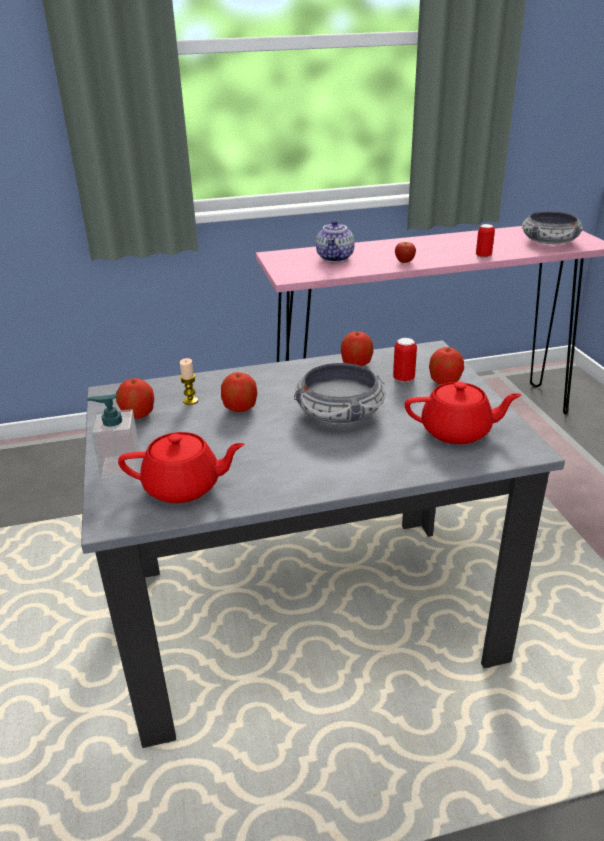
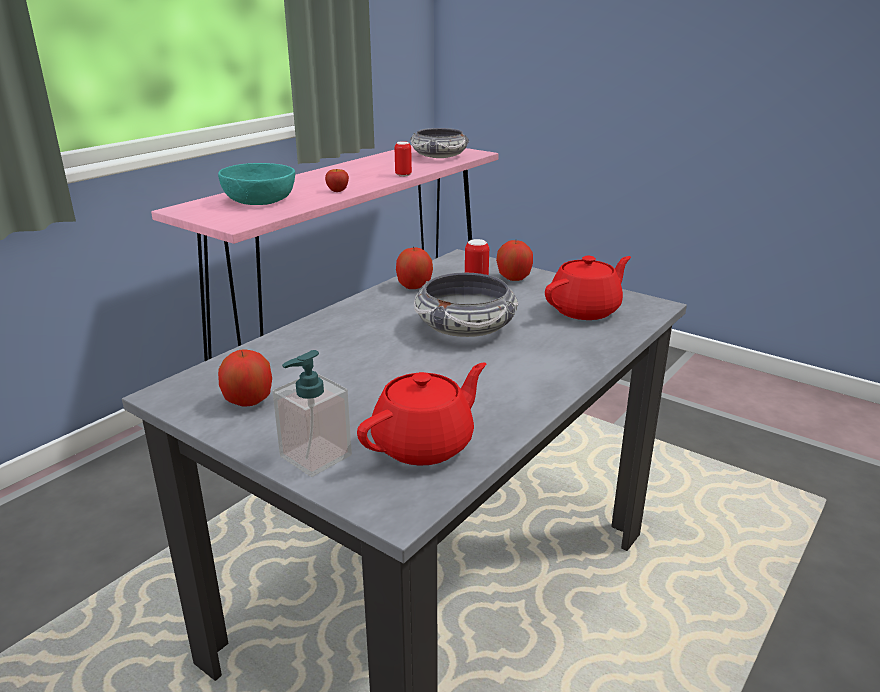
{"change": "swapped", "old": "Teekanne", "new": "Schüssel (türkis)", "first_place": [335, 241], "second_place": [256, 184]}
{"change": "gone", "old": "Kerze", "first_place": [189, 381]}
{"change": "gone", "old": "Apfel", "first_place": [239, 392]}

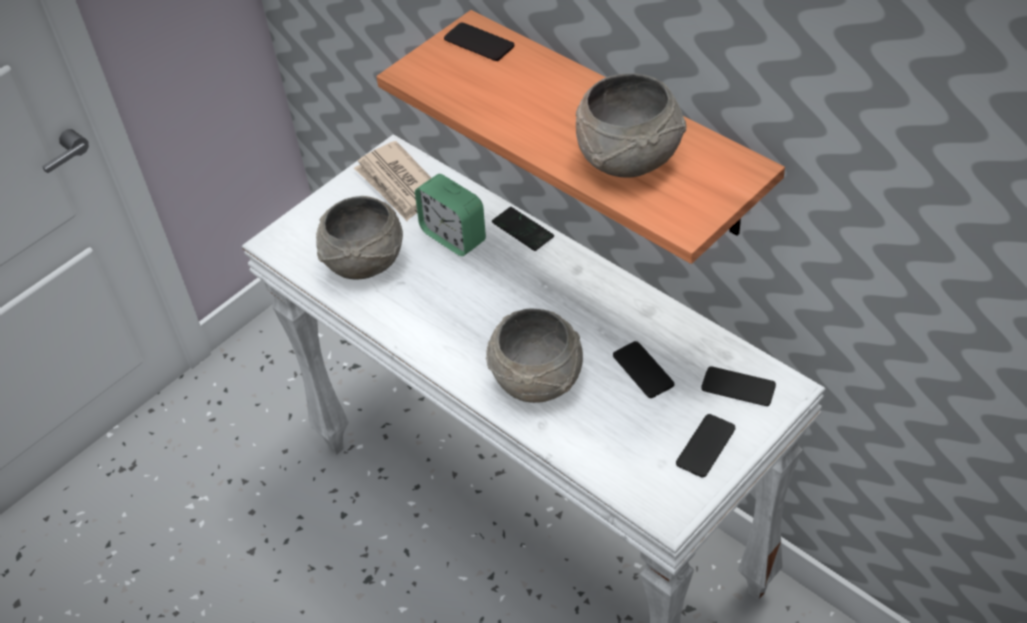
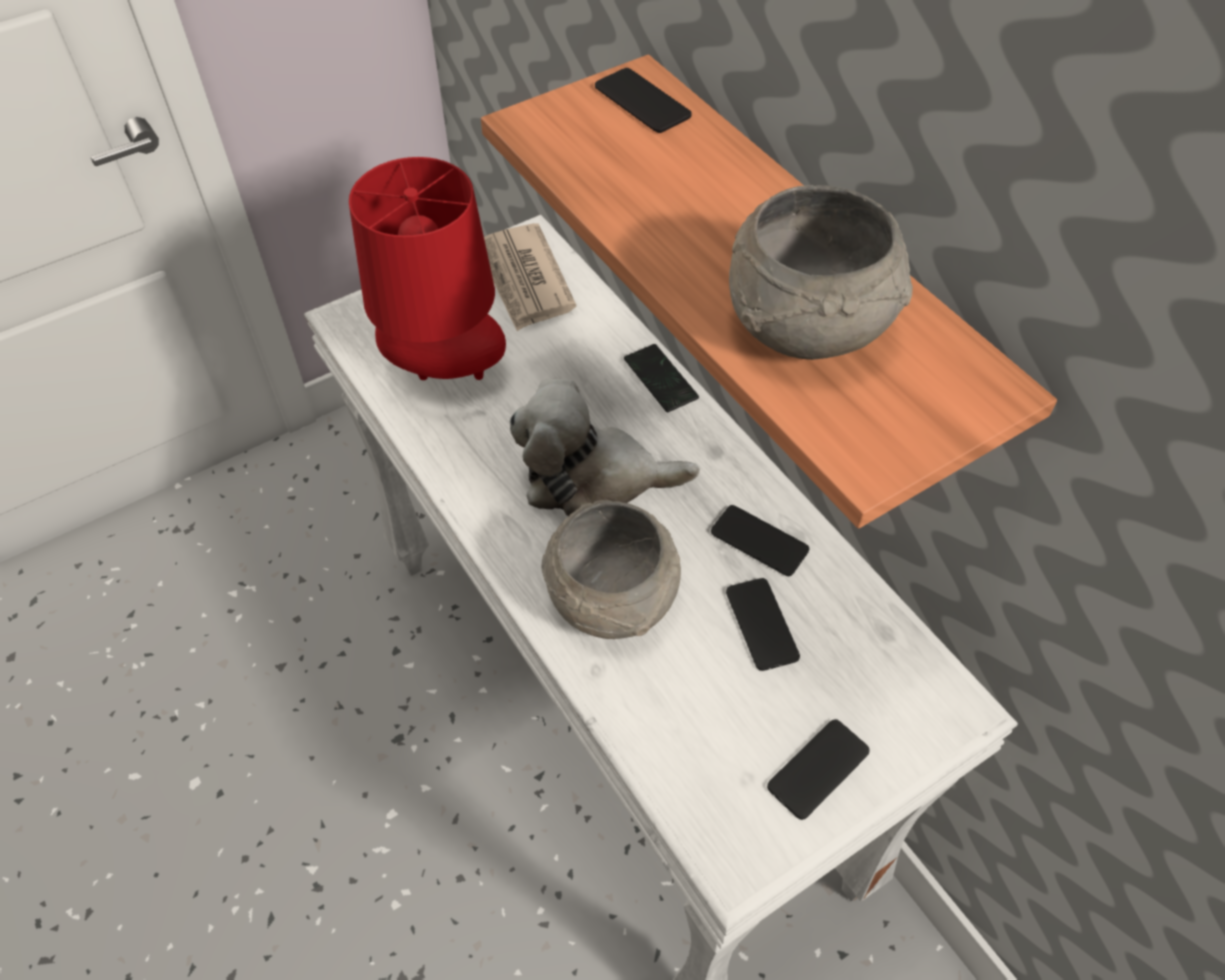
{"change": "gone", "old": "Wecker", "first_place": [450, 215]}
{"change": "swapped", "old": "Schüssel (grau)", "new": "Tischlampe (rot)", "first_place": [359, 237], "second_place": [427, 268]}
{"change": "shifted", "old": "Handy", "first_place": [738, 386], "second_place": [760, 540]}
{"change": "new", "new": "Plüschtier", "second_place": [604, 447]}

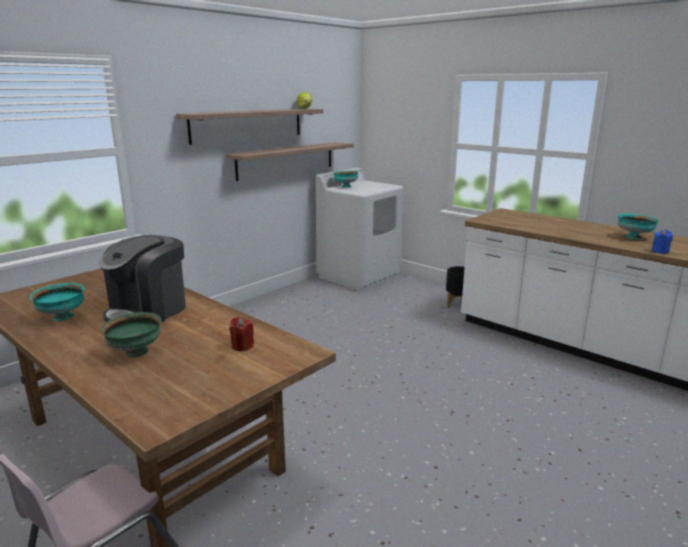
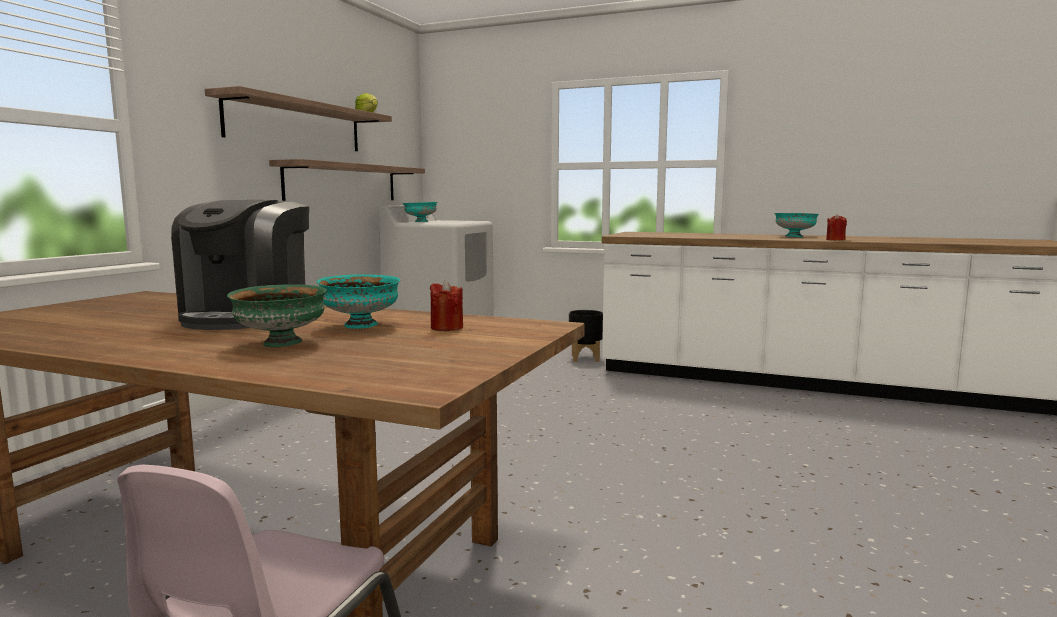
{"change": "repainted", "old": "Kerze (blau)", "new": "Kerze (rot)", "first_place": [662, 241], "second_place": [836, 227]}
{"change": "shifted", "old": "Schüssel (türkis)", "first_place": [57, 302], "second_place": [358, 301]}

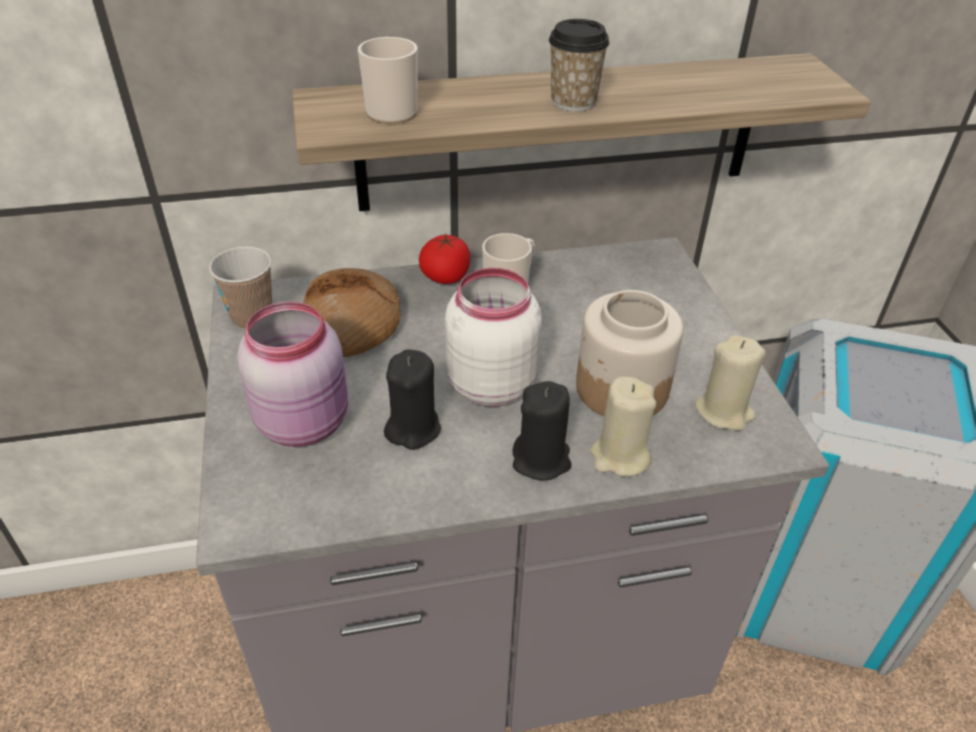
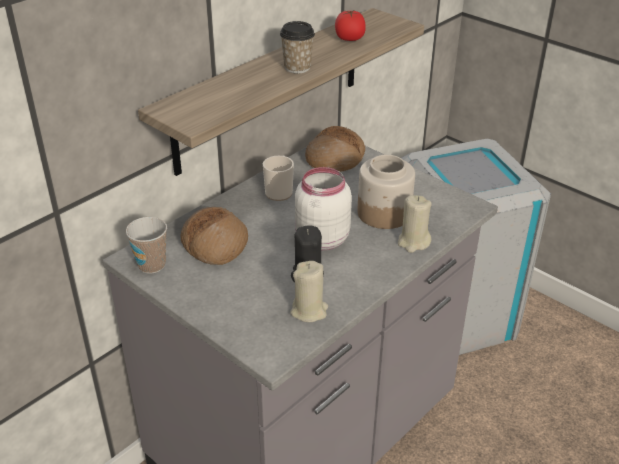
{"change": "gone", "old": "Henkelbecher", "first_place": [388, 80]}
{"change": "shifted", "old": "Tomate", "first_place": [444, 259], "second_place": [350, 25]}
{"change": "gone", "old": "Vorratsglas (rosa)", "first_place": [292, 374]}
{"change": "shifted", "old": "Kerze (beige)", "first_place": [730, 383], "second_place": [309, 291]}
{"change": "gone", "old": "Kerze (schwarz)", "first_place": [542, 430]}
{"change": "new", "new": "Brot", "second_place": [335, 149]}

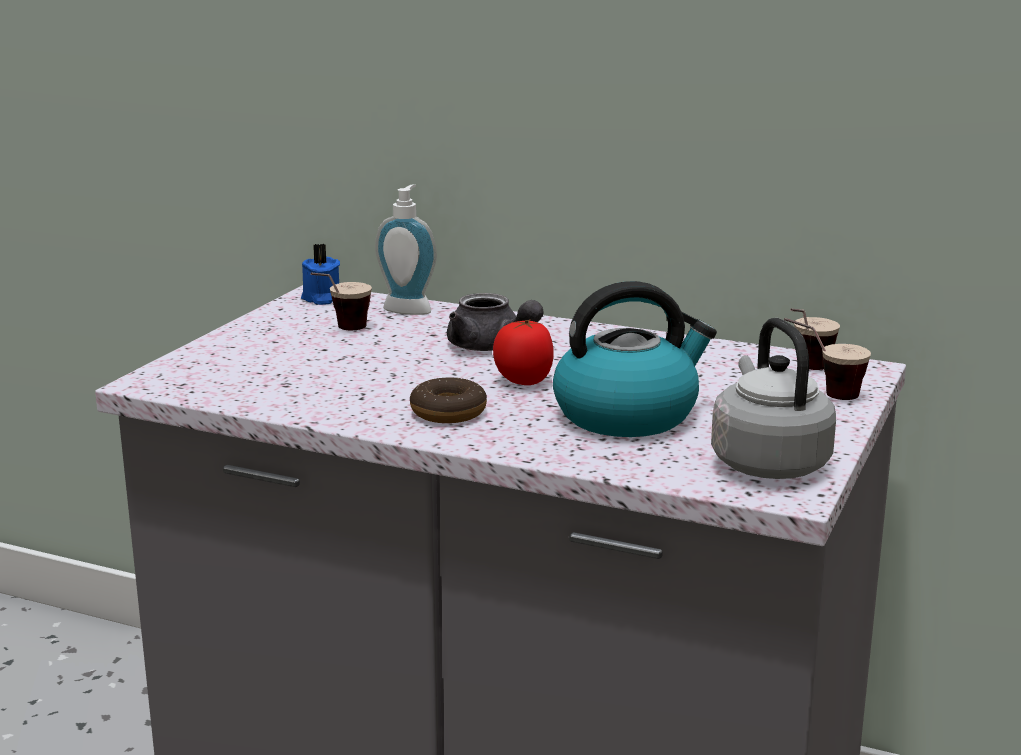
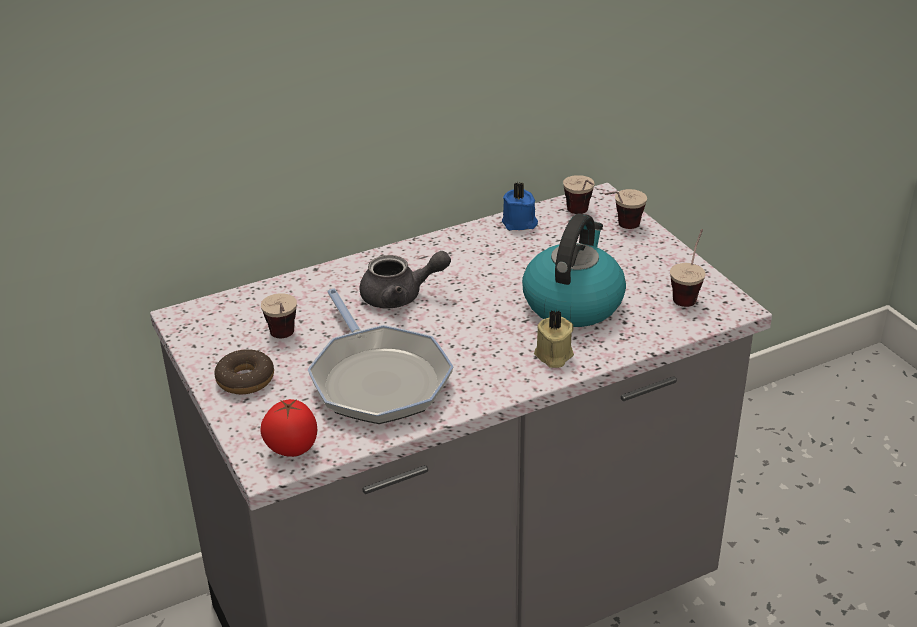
{"change": "gone", "old": "Seifenspender", "first_place": [406, 249]}
{"change": "shifted", "old": "Kerze (blau)", "first_place": [320, 274], "second_place": [520, 206]}
{"change": "swapped", "old": "Wasserkessel (grau)", "new": "Tasse", "first_place": [773, 398], "second_place": [688, 268]}
{"change": "shifted", "old": "Tomate", "first_place": [523, 352], "second_place": [288, 427]}
{"change": "shifted", "old": "Donut", "first_place": [448, 400], "second_place": [244, 371]}
{"change": "new", "new": "Pfanne", "second_place": [380, 356]}
{"change": "new", "new": "Kerze (beige)", "second_place": [554, 339]}

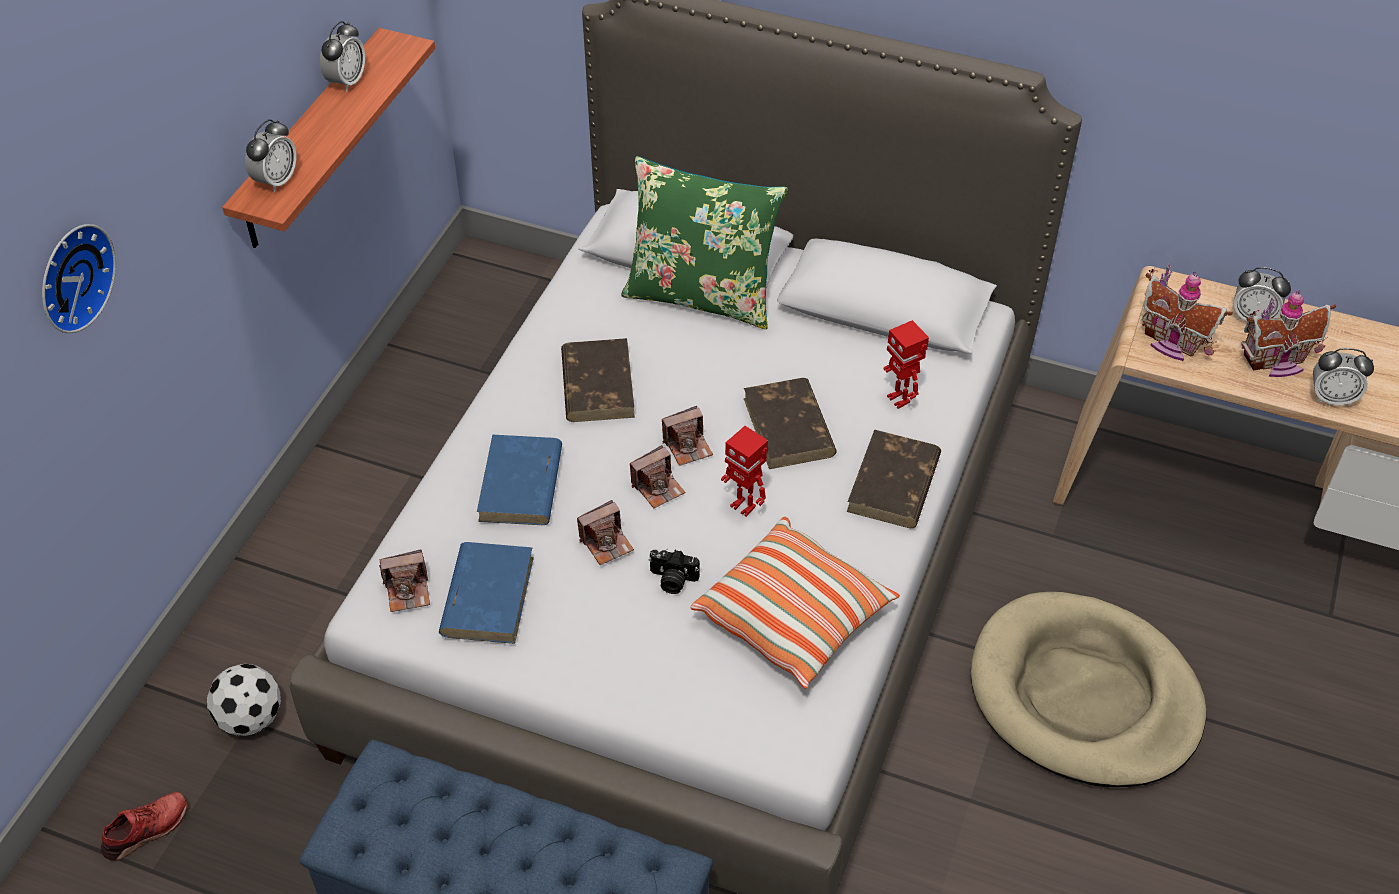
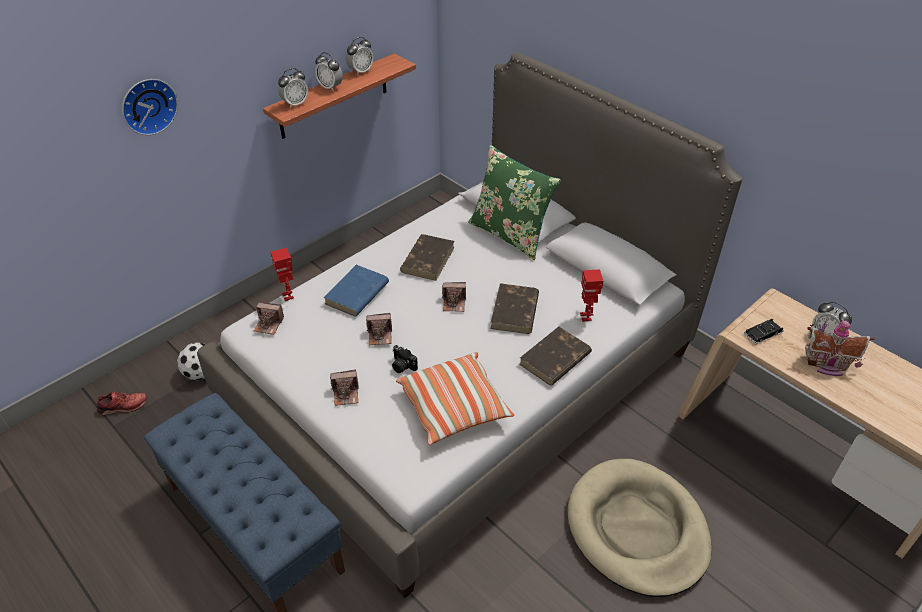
{"change": "swapped", "old": "Spielzeughaus", "new": "Spielzeugauto (schwarz)", "first_place": [1187, 312], "second_place": [764, 331]}
{"change": "shifted", "old": "Wecker", "first_place": [1343, 377], "second_place": [329, 72]}
{"change": "shifted", "old": "Spielzeugroboter", "first_place": [744, 471], "second_place": [282, 274]}
{"change": "shifted", "old": "Kamera", "first_place": [657, 476], "second_place": [344, 388]}
{"change": "gone", "old": "Buch (blau)", "first_place": [486, 593]}

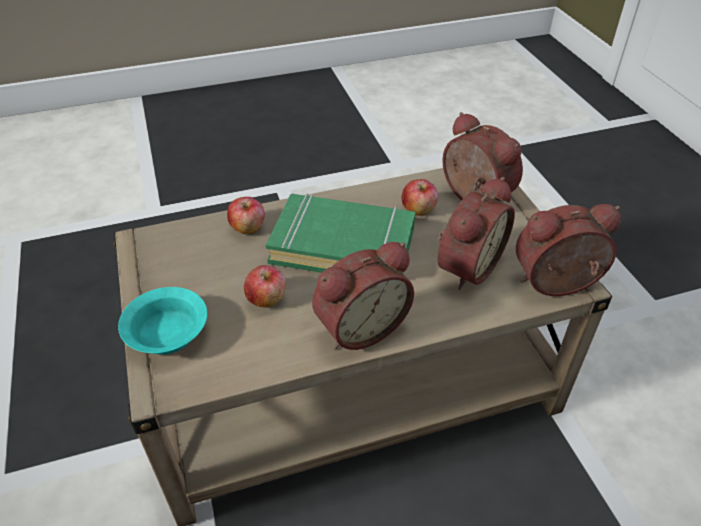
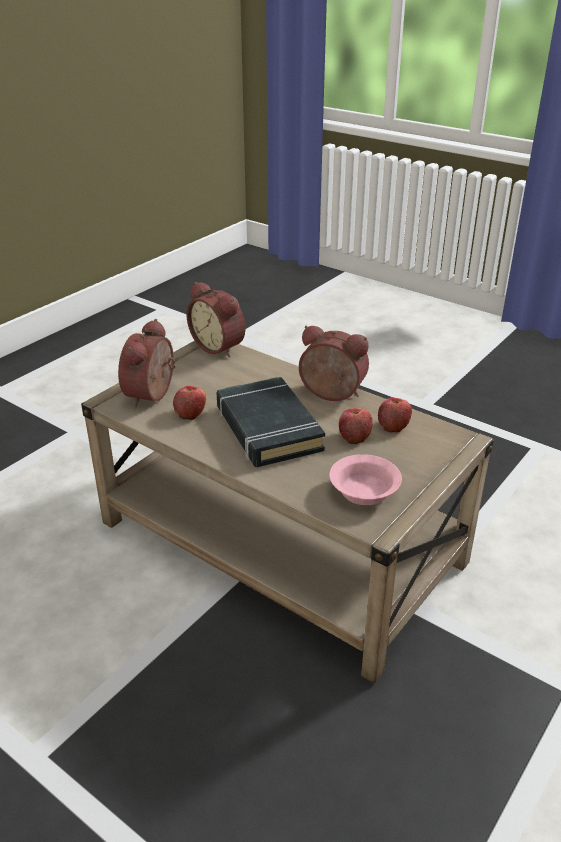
{"change": "gone", "old": "Wecker", "first_place": [476, 233]}
{"change": "repainted", "old": "Buch (grün)", "new": "Buch (schwarz)", "first_place": [340, 233], "second_place": [271, 422]}
{"change": "shifted", "old": "Apfel", "first_place": [246, 215], "second_place": [395, 415]}
{"change": "gone", "old": "Schüssel (türkis)", "first_place": [162, 321]}
{"change": "new", "new": "Schüssel (rosa)", "second_place": [365, 479]}

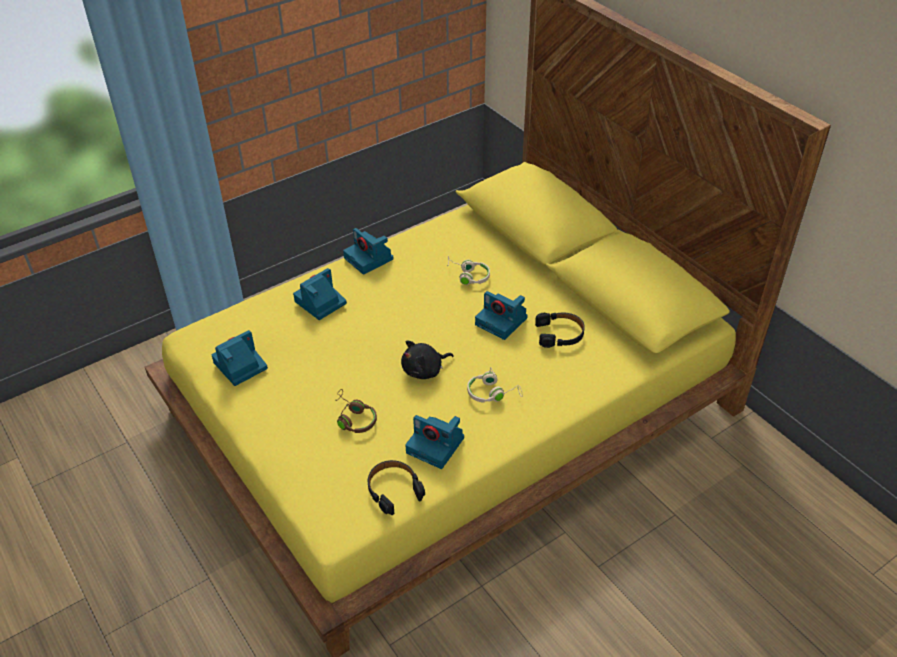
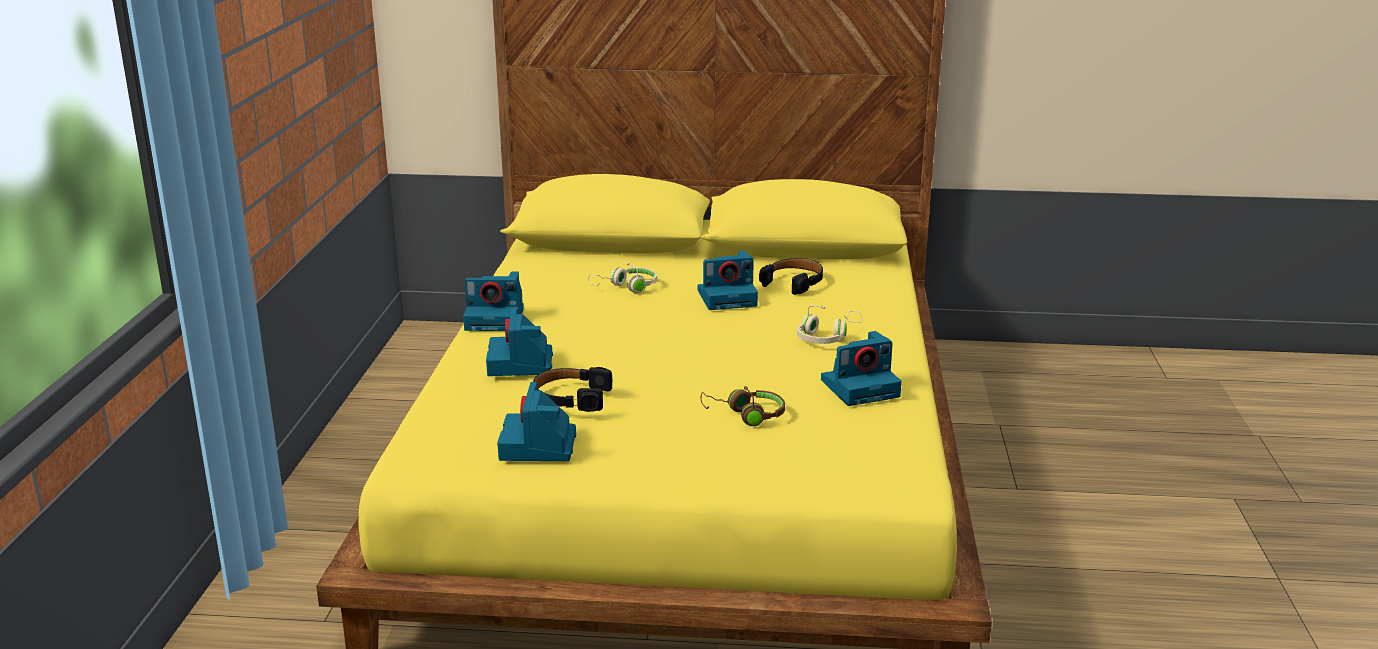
{"change": "gone", "old": "Plüschtier (schwarz)", "first_place": [427, 360]}
{"change": "shifted", "old": "Kopfhörer (schwarz)", "first_place": [396, 487], "second_place": [572, 389]}

